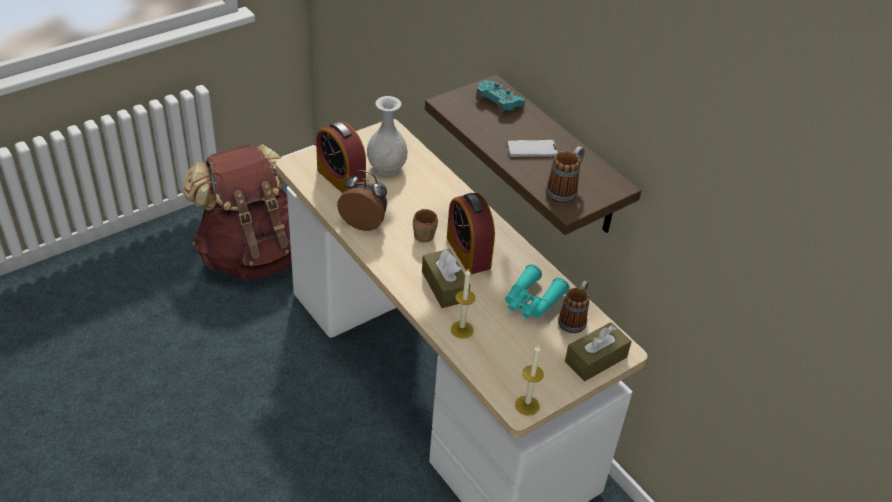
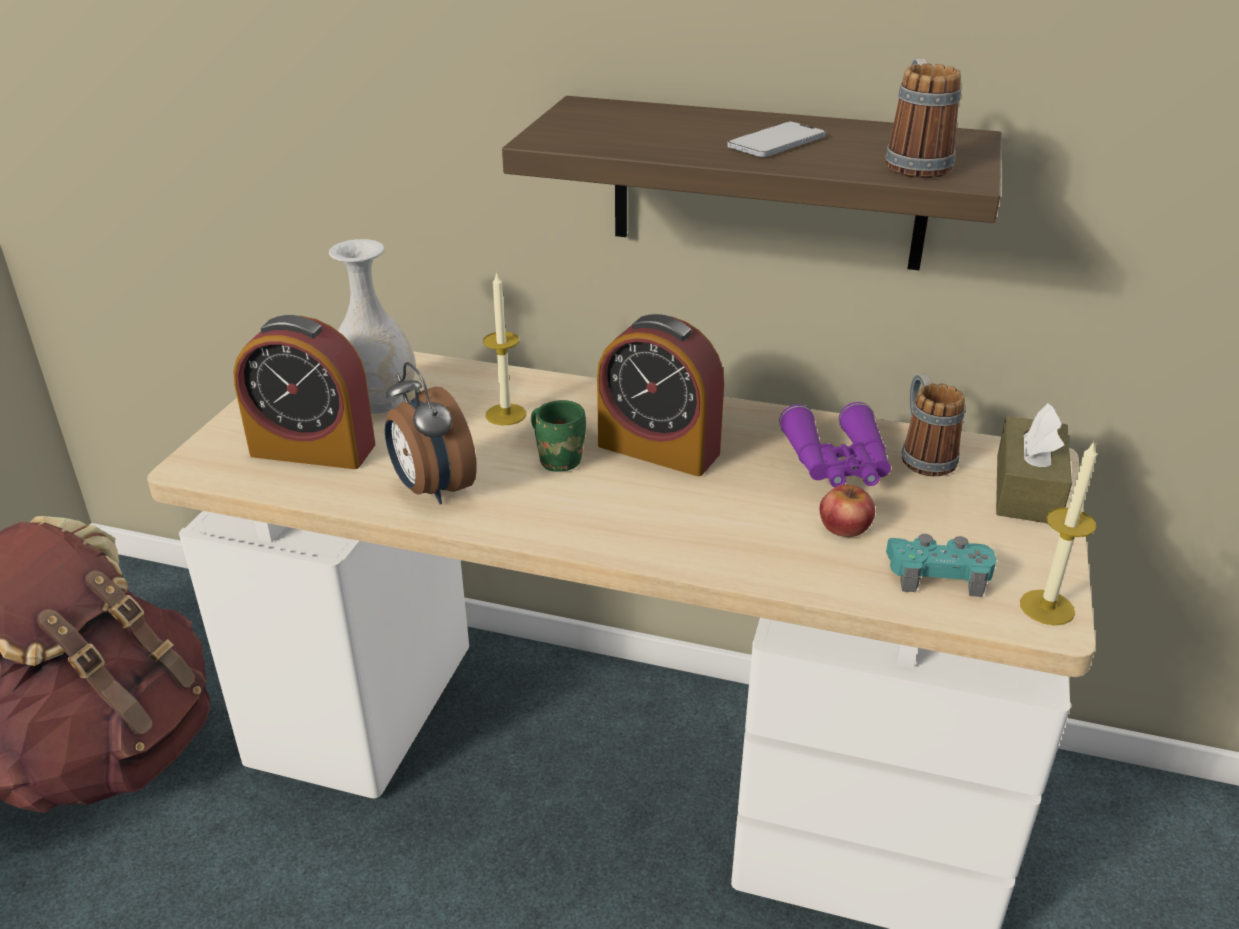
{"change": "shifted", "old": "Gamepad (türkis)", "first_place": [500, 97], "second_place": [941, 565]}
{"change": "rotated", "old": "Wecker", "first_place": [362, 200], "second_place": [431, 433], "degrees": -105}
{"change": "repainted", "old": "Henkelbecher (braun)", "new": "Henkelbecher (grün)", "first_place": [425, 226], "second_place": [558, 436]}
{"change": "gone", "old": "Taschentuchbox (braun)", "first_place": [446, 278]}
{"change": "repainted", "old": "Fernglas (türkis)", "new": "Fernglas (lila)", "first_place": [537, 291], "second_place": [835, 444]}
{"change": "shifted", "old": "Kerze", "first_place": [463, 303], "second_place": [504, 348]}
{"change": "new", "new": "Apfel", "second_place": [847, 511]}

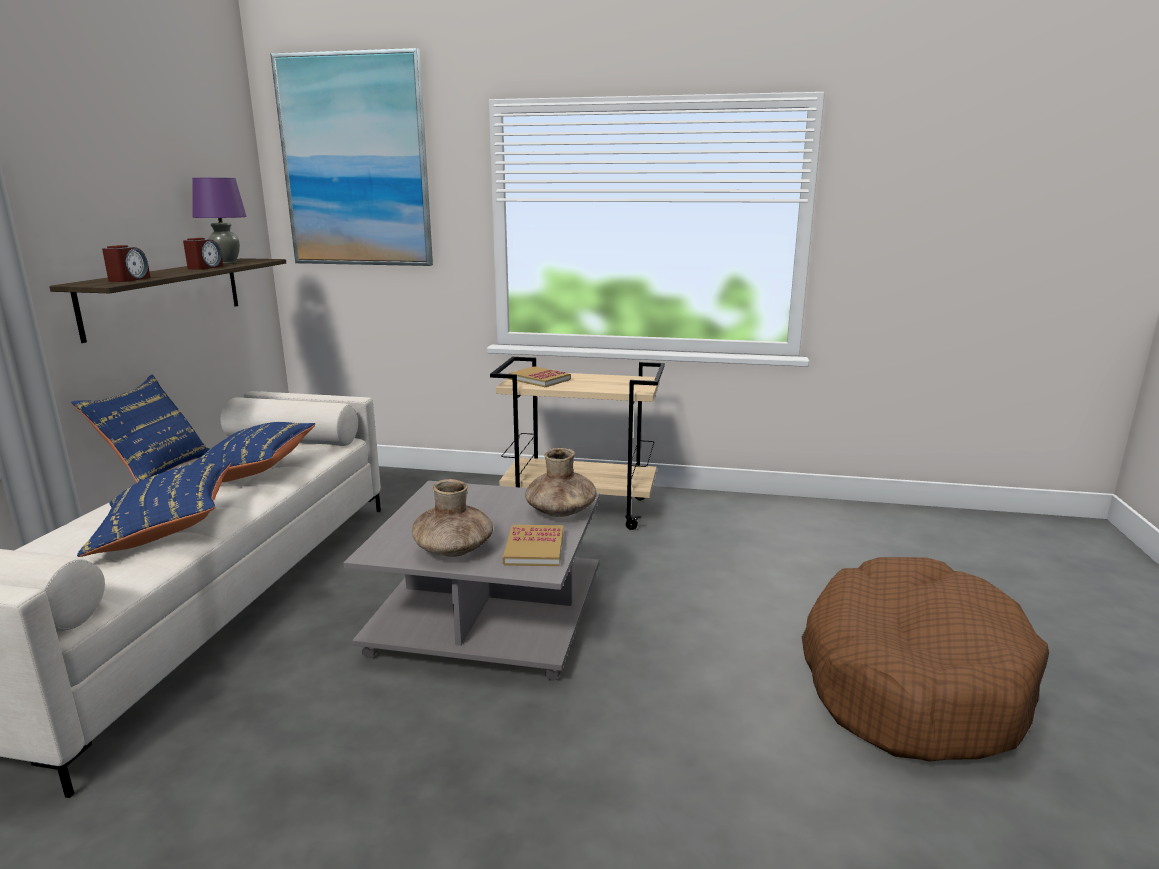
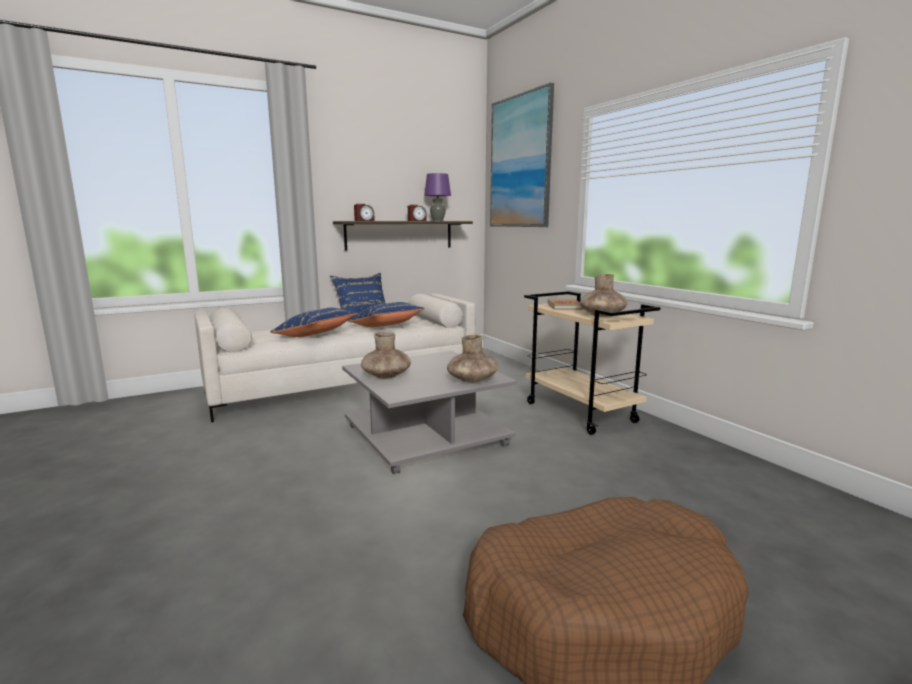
{"change": "gone", "old": "Buch", "first_place": [533, 545]}
{"change": "new", "new": "Vase (braun)", "second_place": [603, 295]}

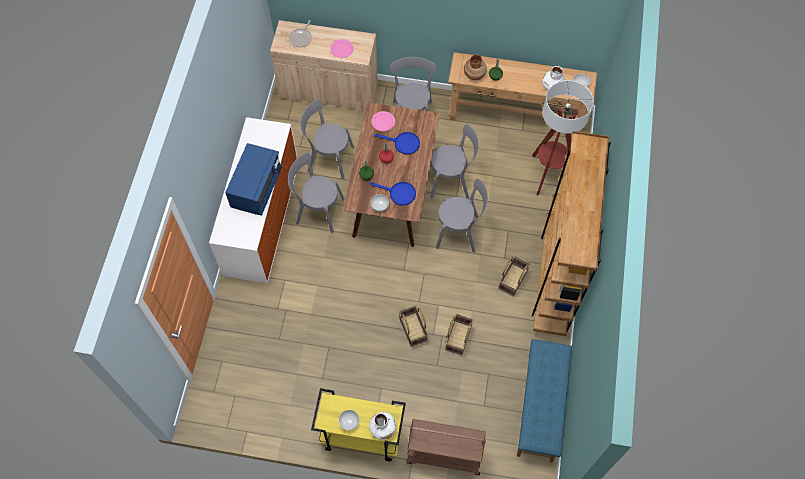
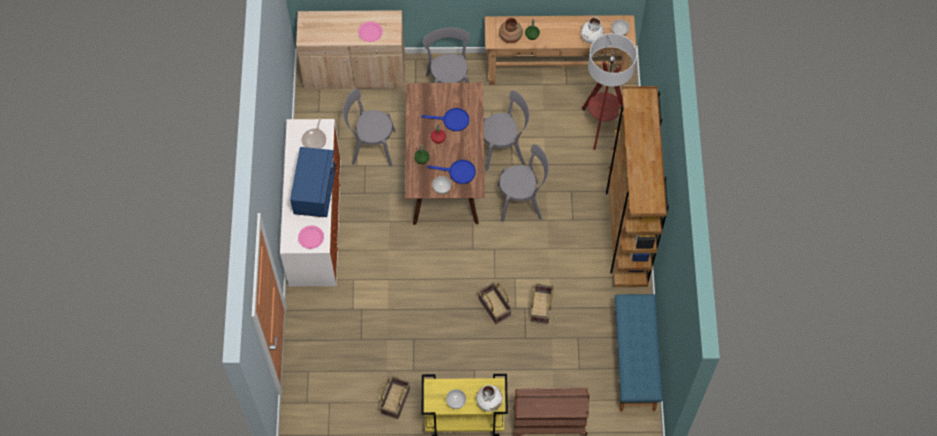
{"change": "shifted", "old": "Pfanne", "first_place": [300, 33], "second_place": [314, 133]}
{"change": "shifted", "old": "Teller (rosa)", "first_place": [383, 121], "second_place": [311, 237]}
{"change": "gone", "old": "Stuhl (grau)", "first_place": [316, 193]}
{"change": "shifted", "old": "Korb", "first_place": [514, 276], "second_place": [394, 397]}

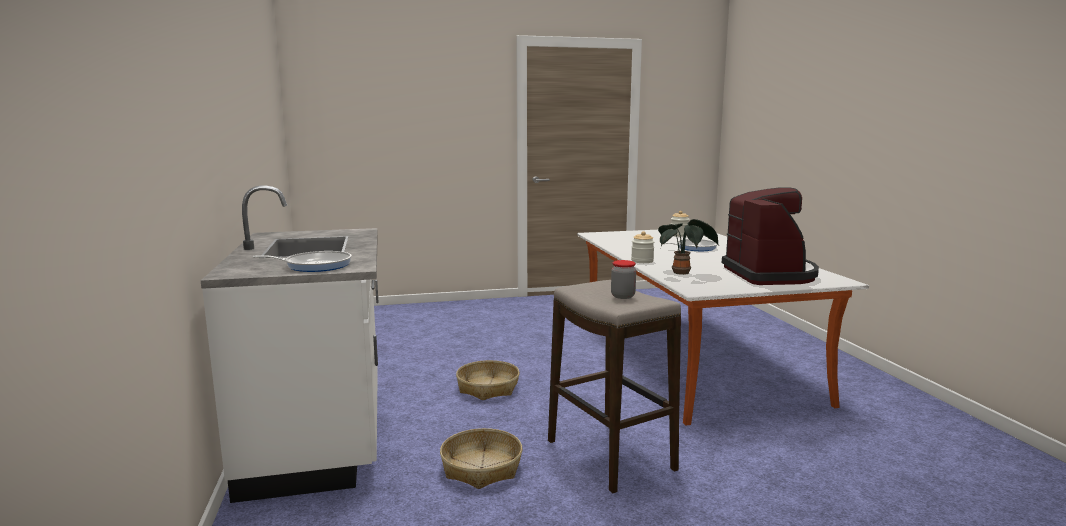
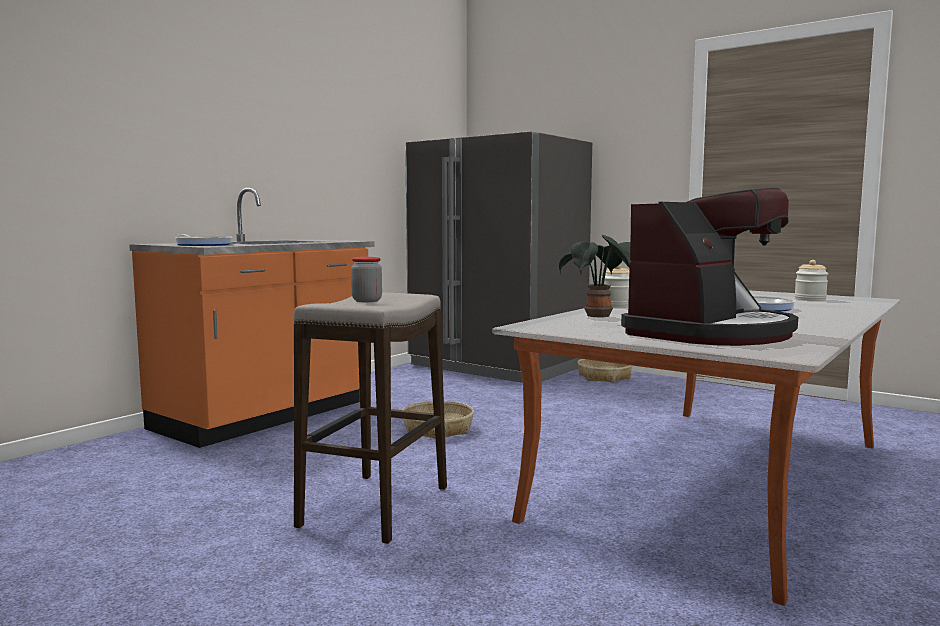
{"change": "repainted", "old": "Küchenzeile (weiß)", "new": "Küchenzeile (orange)", "first_place": [290, 344], "second_place": [252, 318]}
{"change": "shifted", "old": "Korb", "first_place": [481, 458], "second_place": [604, 371]}
{"change": "new", "new": "Kühlschrank (grau)", "second_place": [498, 257]}

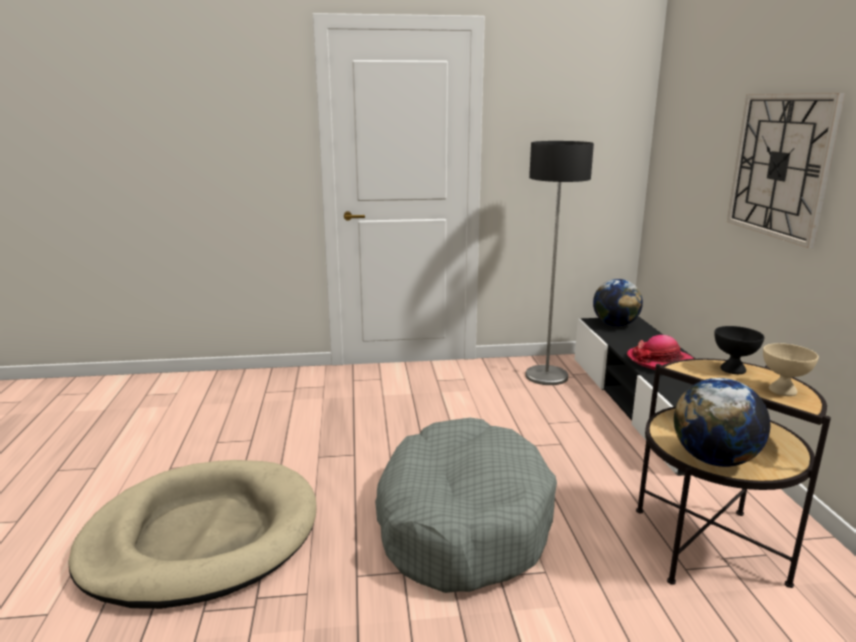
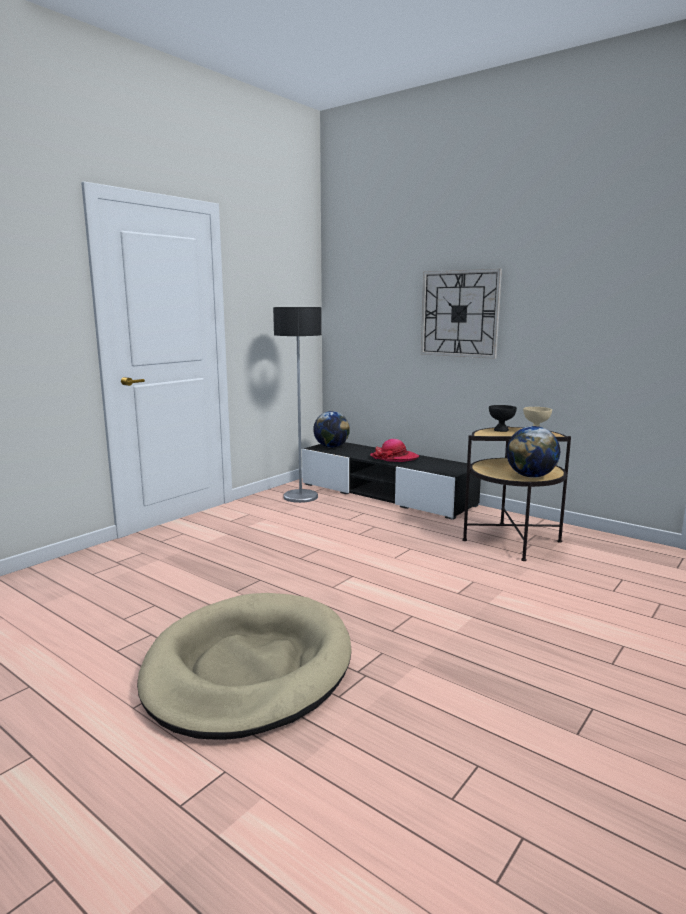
{"change": "gone", "old": "Hundebett (grau)", "first_place": [466, 505]}

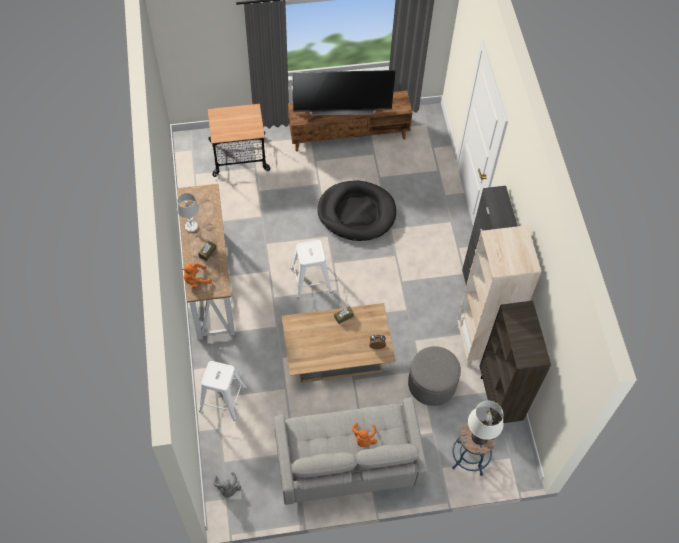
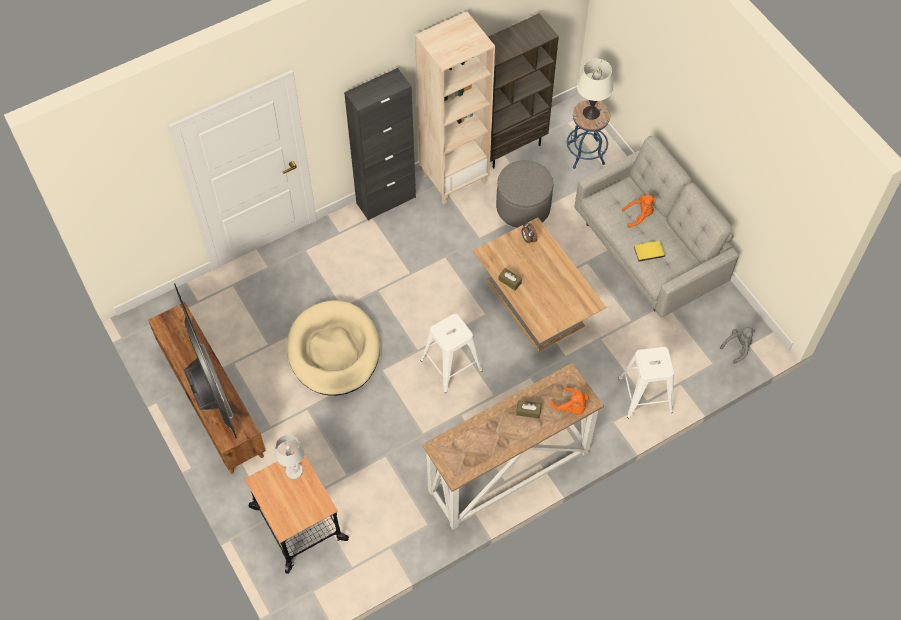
{"change": "repainted", "old": "Hundebett (schwarz)", "new": "Hundebett (beige)", "first_place": [356, 210], "second_place": [333, 348]}
{"change": "shifted", "old": "Tischlampe (weiß)", "first_place": [188, 212], "second_place": [289, 457]}
{"change": "new", "new": "Buch (gelb)", "second_place": [649, 251]}

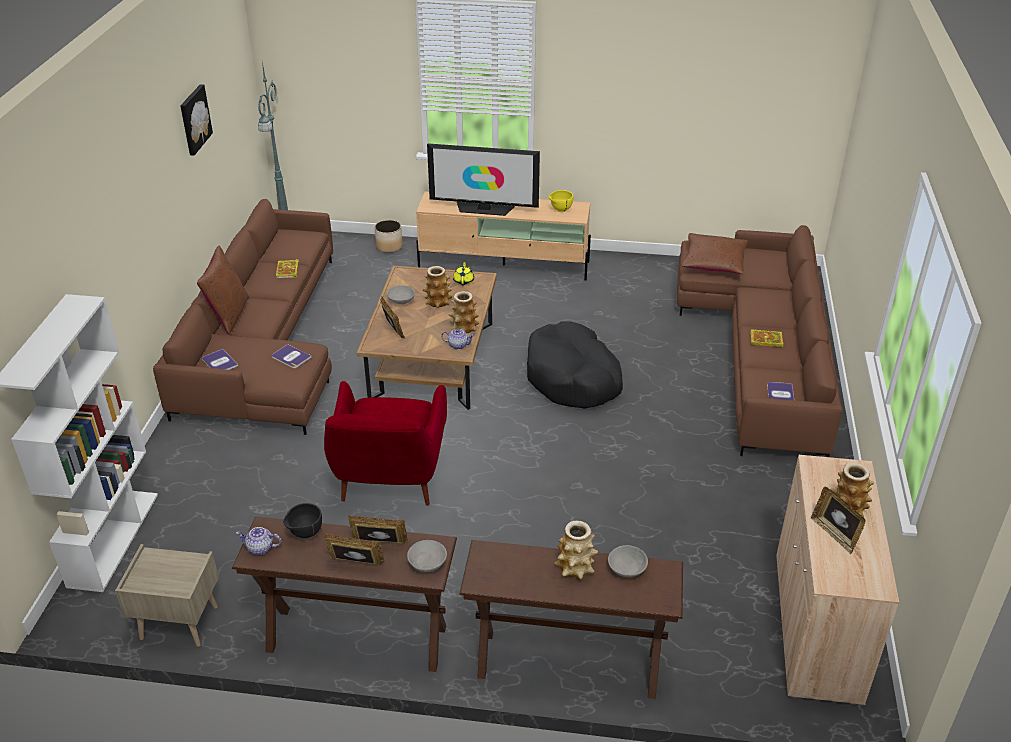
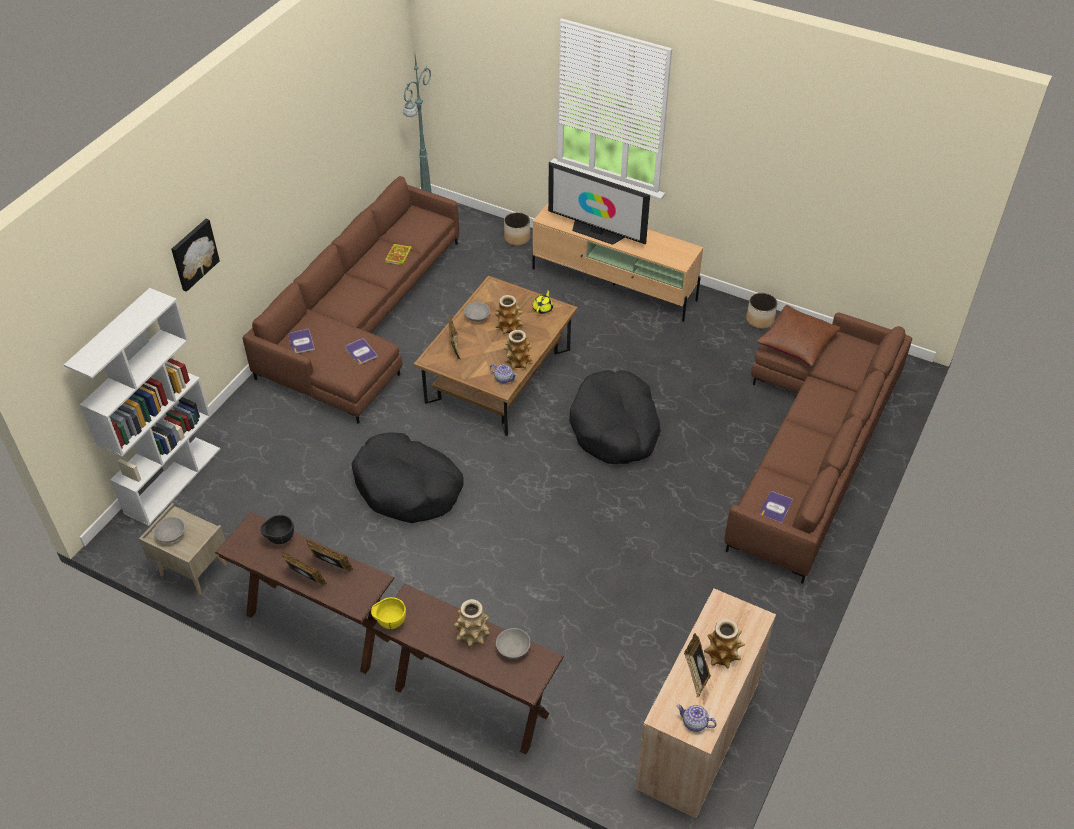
{"change": "shifted", "old": "Bild", "first_place": [196, 120], "second_place": [195, 255]}
{"change": "shifted", "old": "Schüssel (gelb)", "first_place": [561, 201], "second_place": [388, 613]}
{"change": "gone", "old": "Kissen (braun)", "first_place": [223, 290]}
{"change": "gone", "old": "Buch", "first_place": [767, 338]}
{"change": "swapped", "old": "Sessel (rot)", "new": "Hundebett (schwarz)", "first_place": [385, 443], "second_place": [407, 477]}
{"change": "shifted", "old": "Teekanne", "first_place": [258, 541], "second_place": [697, 718]}
{"change": "shifted", "old": "Schüssel (grau)", "first_place": [427, 556], "second_place": [169, 530]}
{"change": "new", "new": "Pflanzkübel", "second_place": [761, 311]}

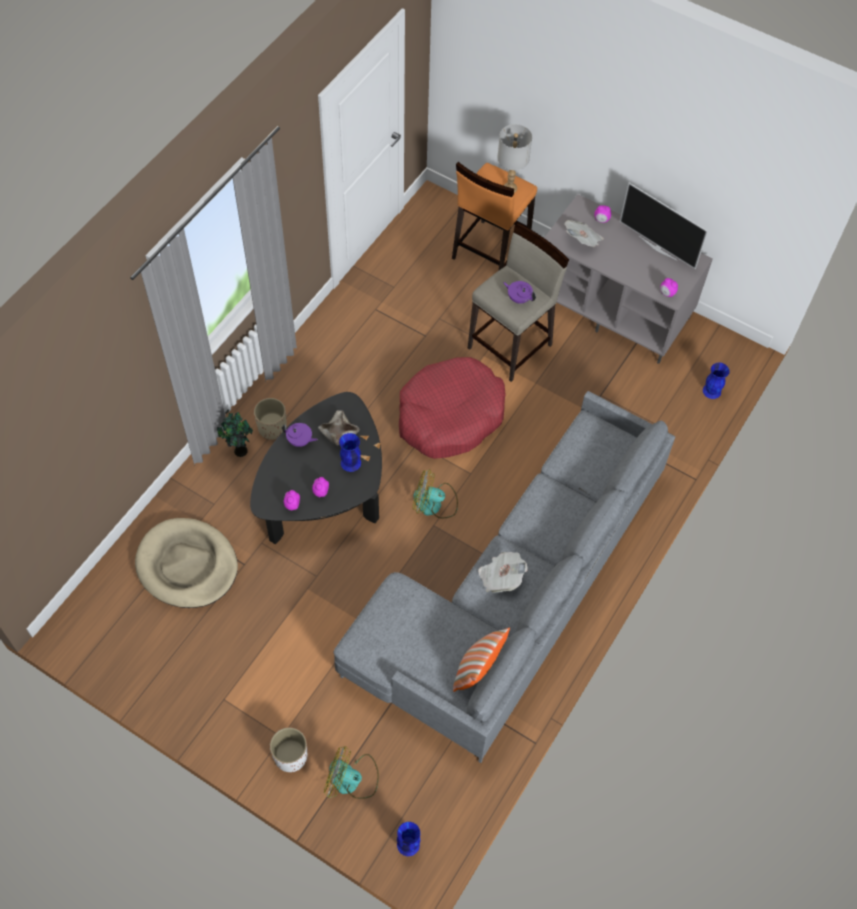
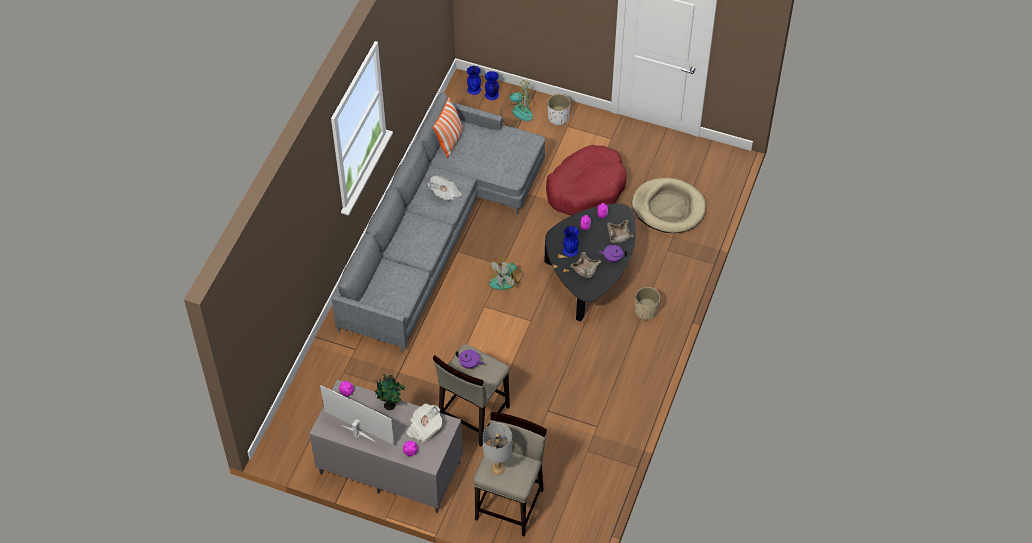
{"change": "repainted", "old": "Hocker (orange)", "new": "Hocker (beige)", "first_place": [494, 216], "second_place": [510, 474]}
{"change": "shifted", "old": "Hundebett (rot)", "first_place": [452, 408], "second_place": [586, 180]}
{"change": "shifted", "old": "Vase (blau)", "first_place": [716, 381], "second_place": [492, 85]}
{"change": "shifted", "old": "Topfpflanze", "first_place": [235, 433], "second_place": [390, 392]}
{"change": "rotated", "old": "Ventilator", "first_place": [435, 494], "second_place": [506, 274], "degrees": 135}
{"change": "new", "new": "Schüssel (beige)", "second_place": [620, 231]}

